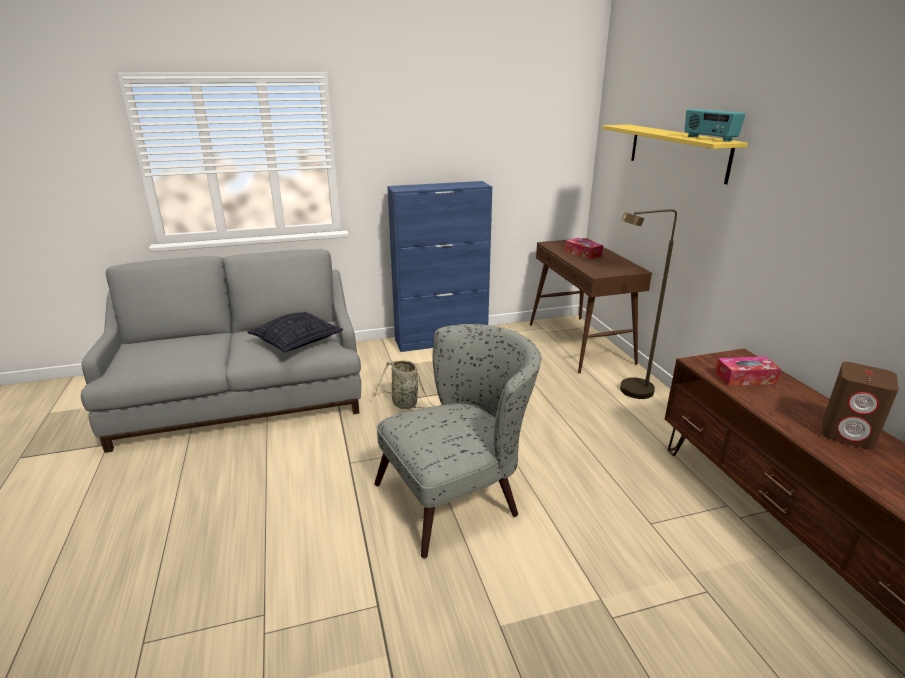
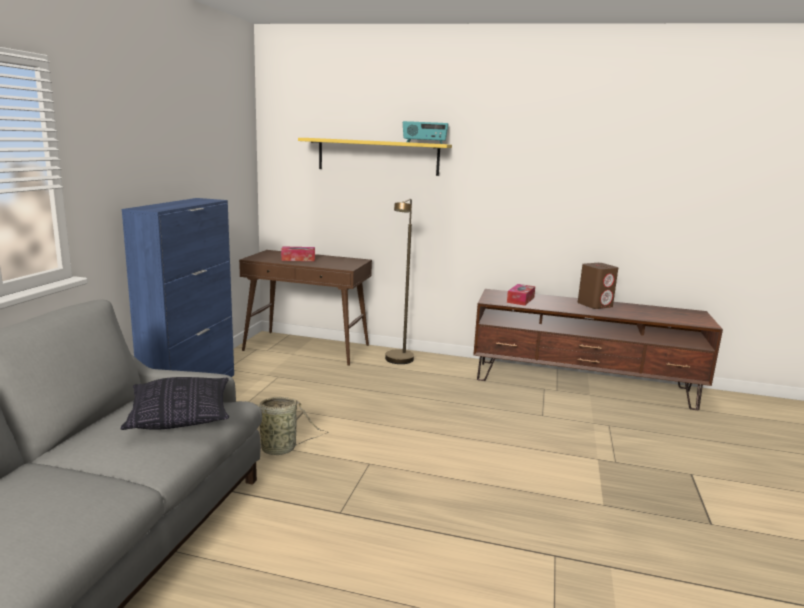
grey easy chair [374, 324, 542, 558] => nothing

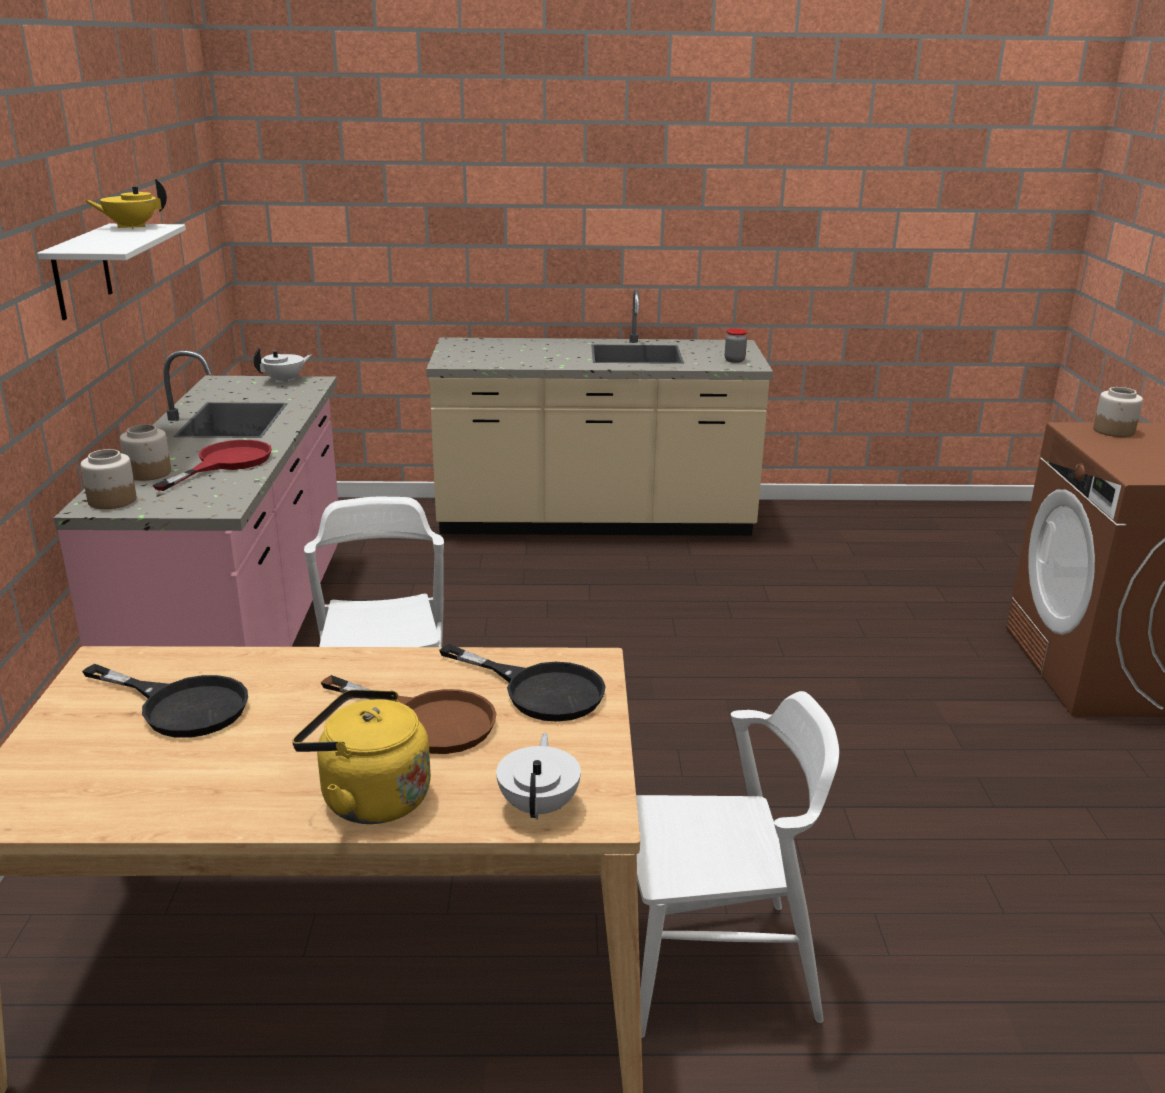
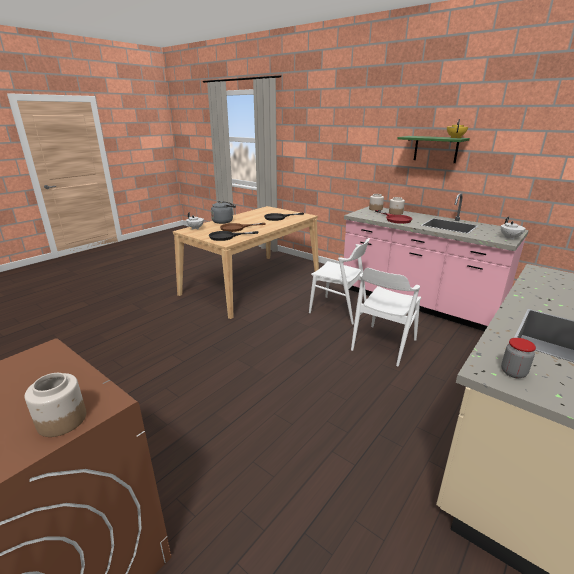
whitish wall shelf [37, 224, 186, 320] => greenish wall shelf [397, 136, 470, 163]
yellow tea kettle [292, 689, 431, 824] => grey tea kettle [211, 201, 236, 224]
whitish plain chair [636, 691, 839, 1038] => whitish plain chair [351, 268, 421, 366], move

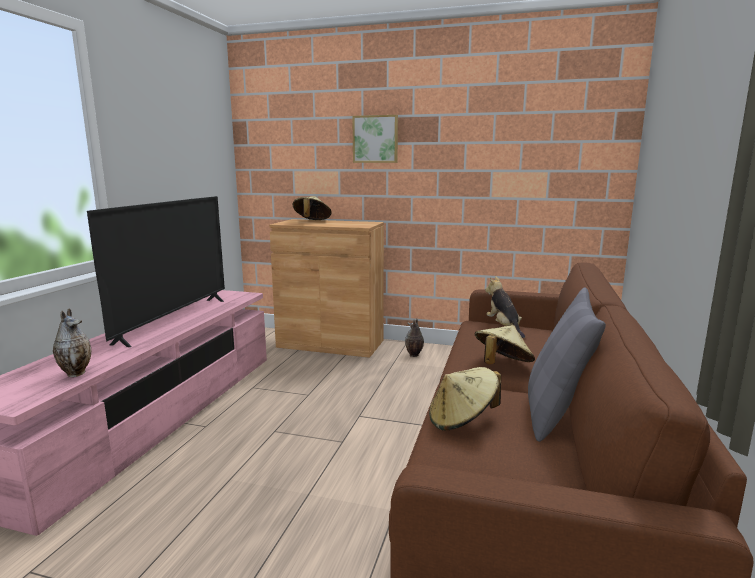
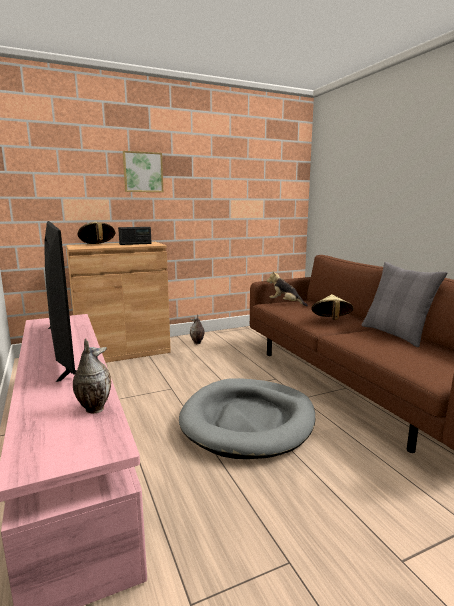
sand-coloured hat [429, 367, 501, 431] => nothing
nothing => radio receiver [118, 227, 152, 245]
nothing => grey pet bed [179, 378, 315, 459]

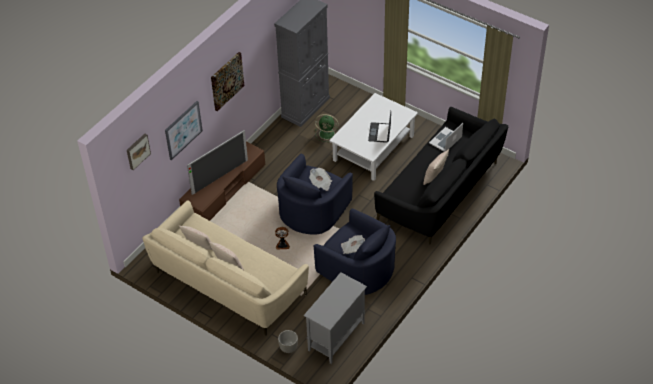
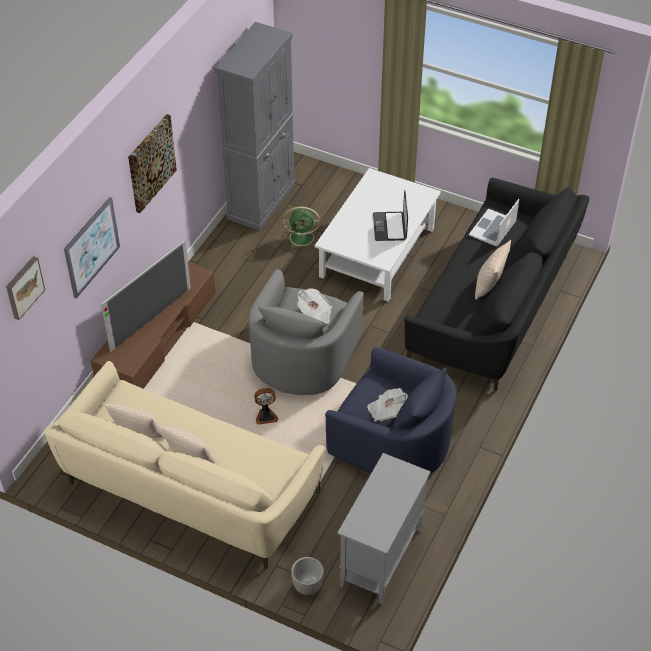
bluish easy chair [277, 154, 353, 235] => grey easy chair [248, 269, 364, 395]

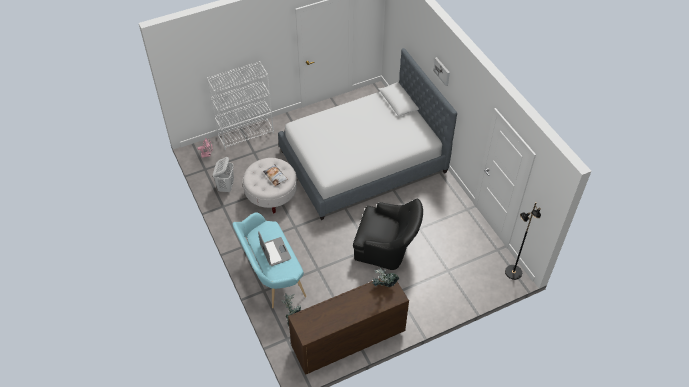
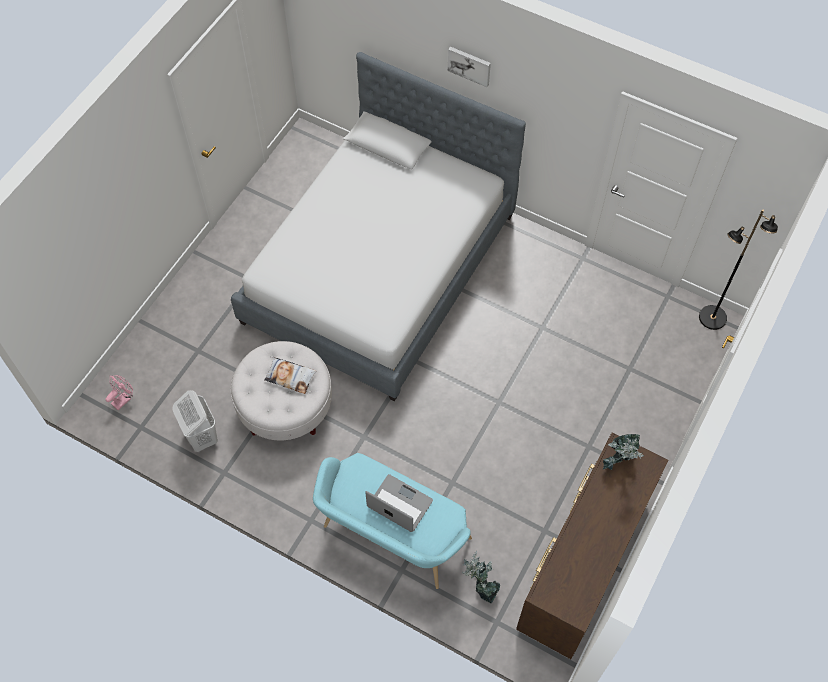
whitish bookshelf [207, 61, 274, 150] => nothing
black easy chair [353, 199, 423, 270] => nothing

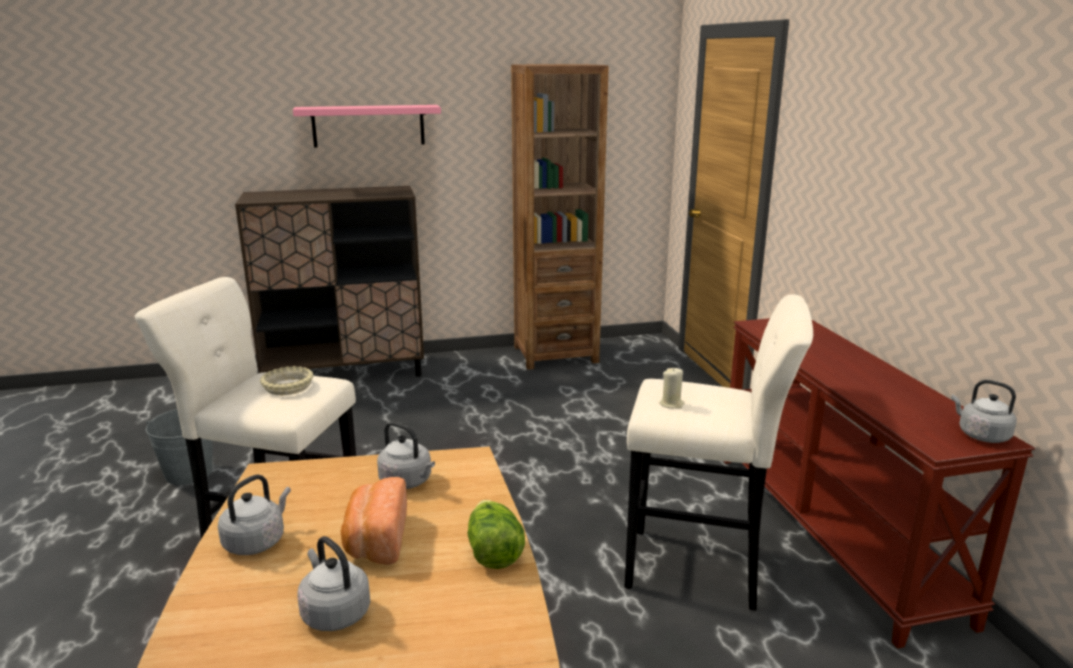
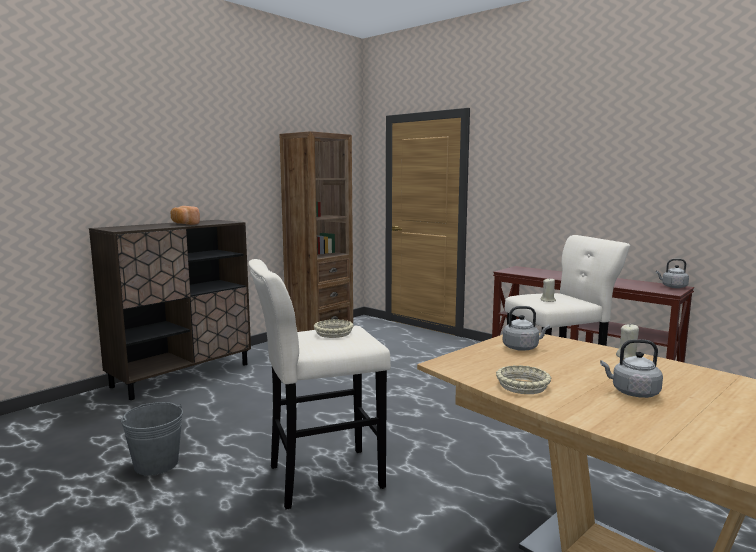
pink wall shelf [293, 105, 441, 147] => nothing
grey tea kettle [218, 474, 291, 555] => sand-coloured bowl [496, 365, 551, 394]
bakery bread [341, 477, 407, 565] => bakery bread [171, 206, 200, 225], move
lettuce head [467, 500, 525, 569] => sand-coloured wax candle [616, 324, 639, 359]

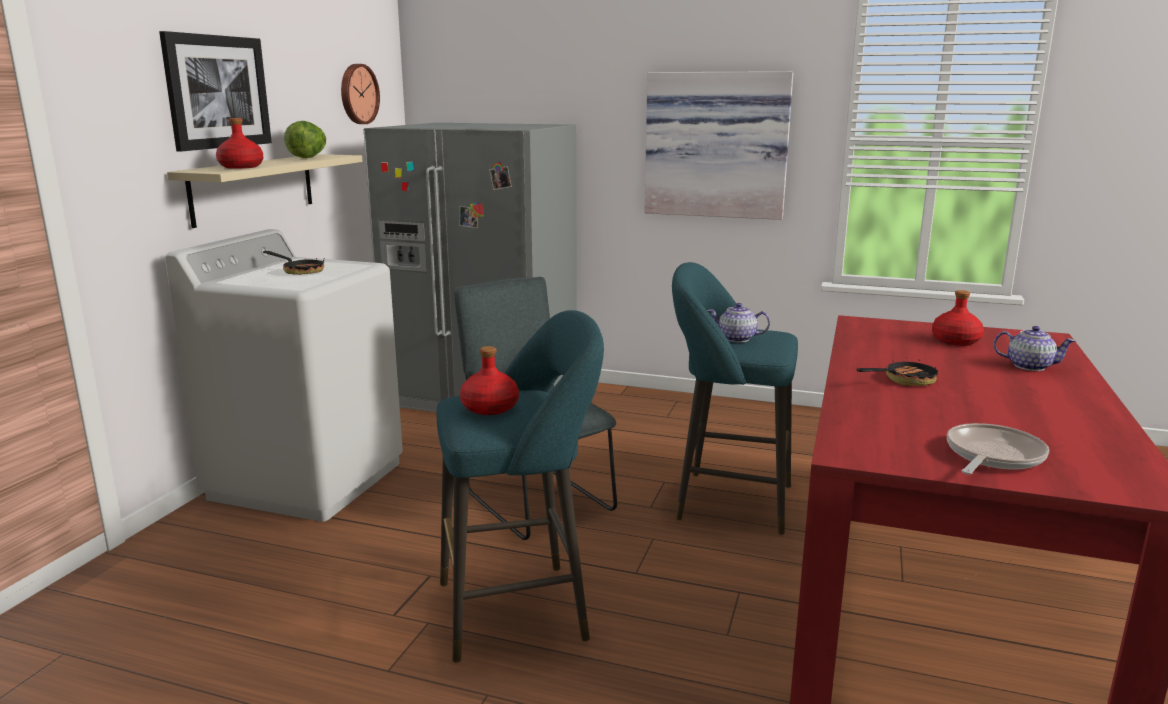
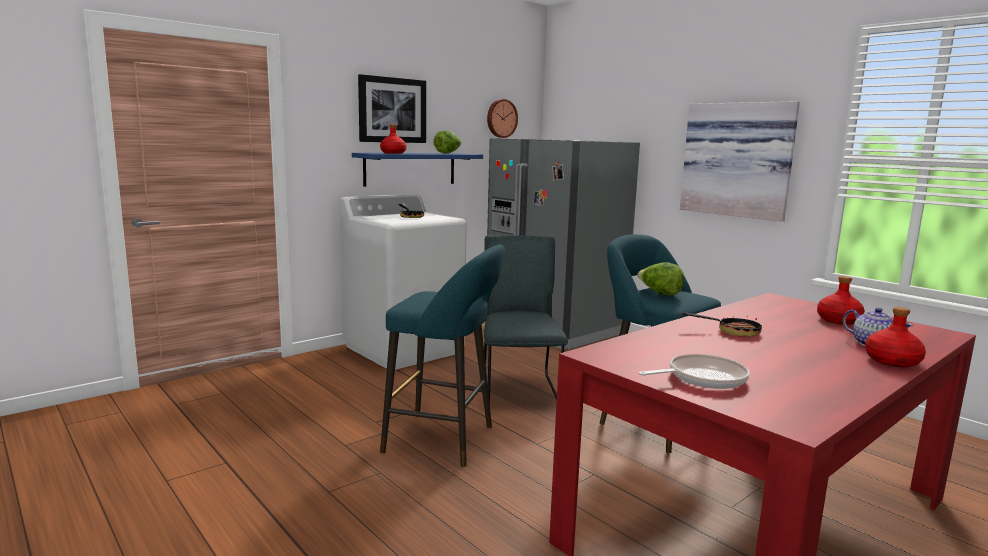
sand-coloured wall shelf [167, 154, 363, 228] => bluish wall shelf [352, 153, 483, 187]
teapot [707, 303, 770, 342] => lettuce head [637, 262, 684, 296]
red drink bottle [460, 346, 519, 415] => red drink bottle [865, 307, 926, 367], move

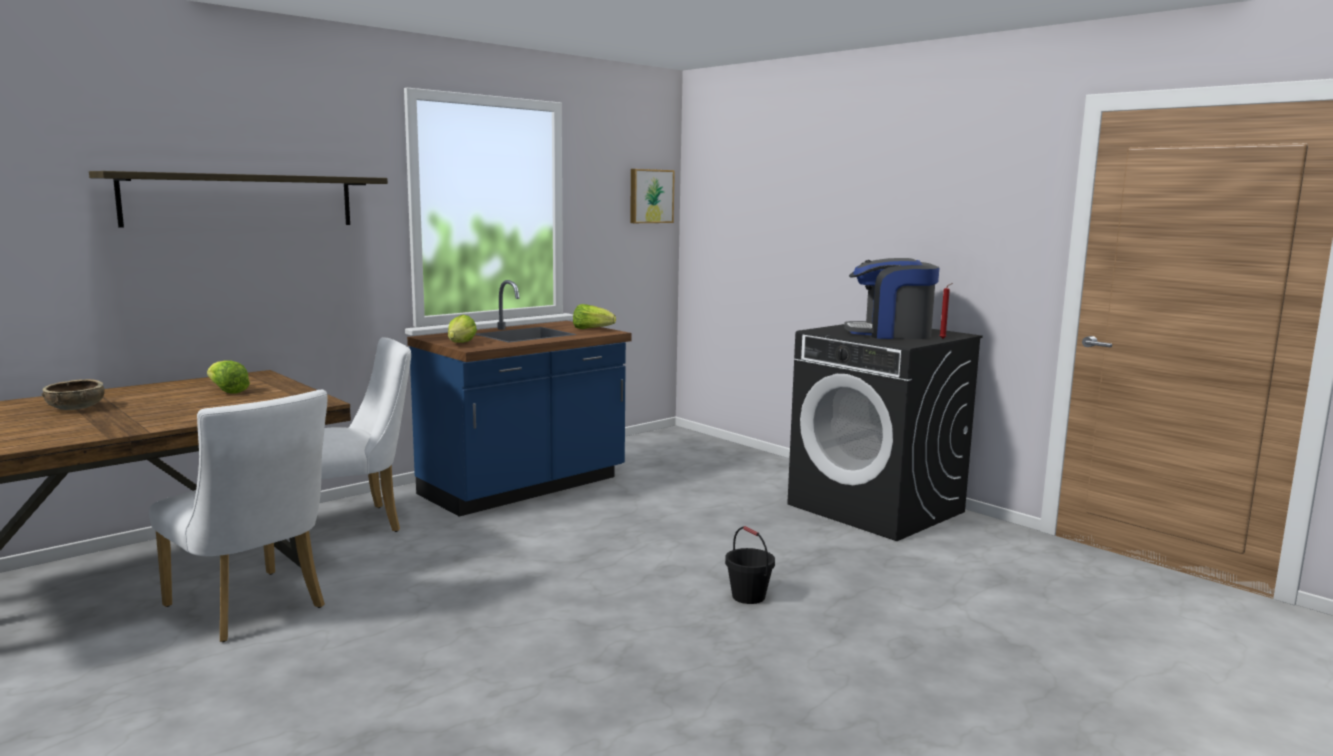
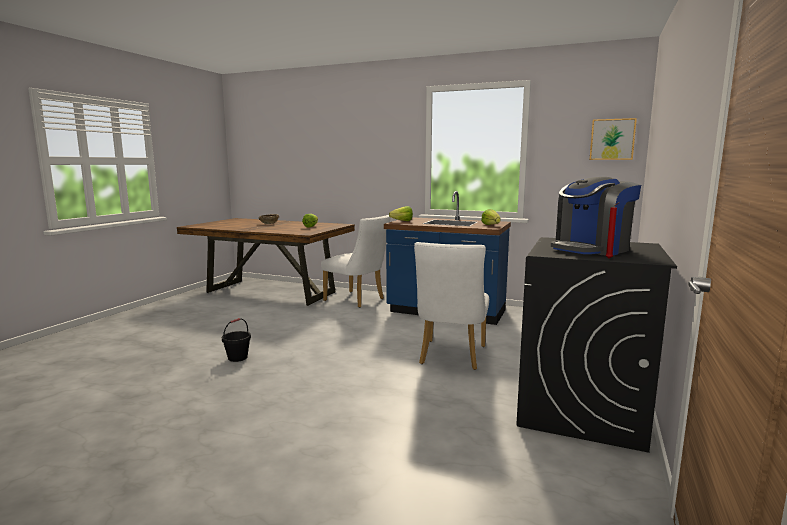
wall shelf [89, 171, 388, 228] => nothing
coffee maker [844, 258, 939, 339] => coffee maker [551, 177, 641, 255], 105 degrees counterclockwise
whitish plain chair [149, 390, 328, 642] => whitish plain chair [414, 242, 489, 370], move
black water bucket [725, 526, 775, 604] => black water bucket [222, 318, 251, 362], move

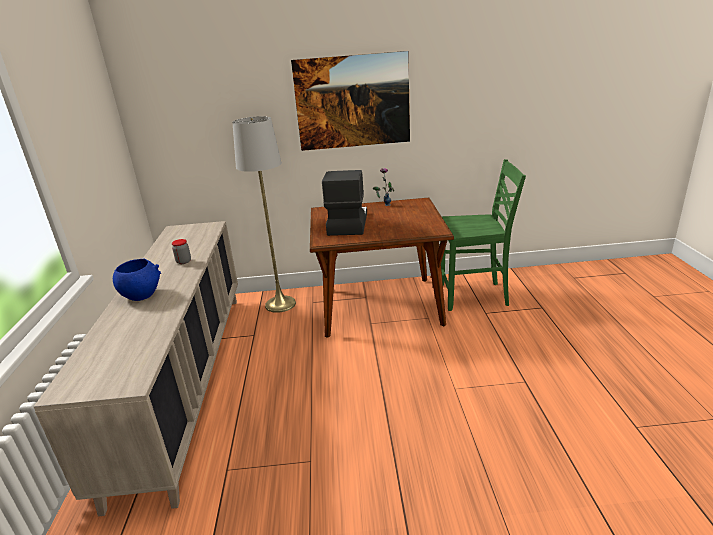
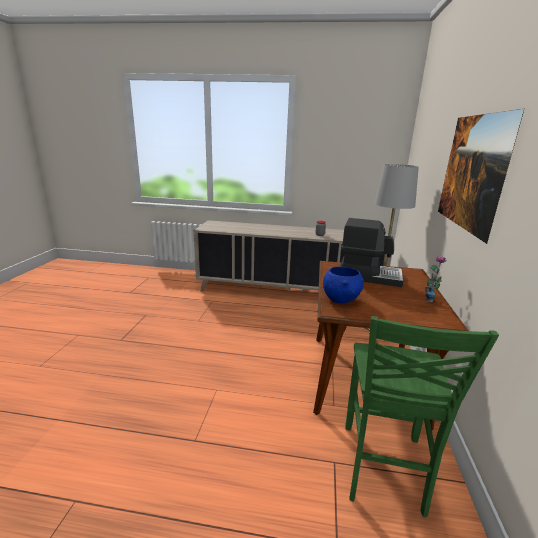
bluish bowl [113, 259, 161, 301] => bluish bowl [323, 267, 364, 304], move

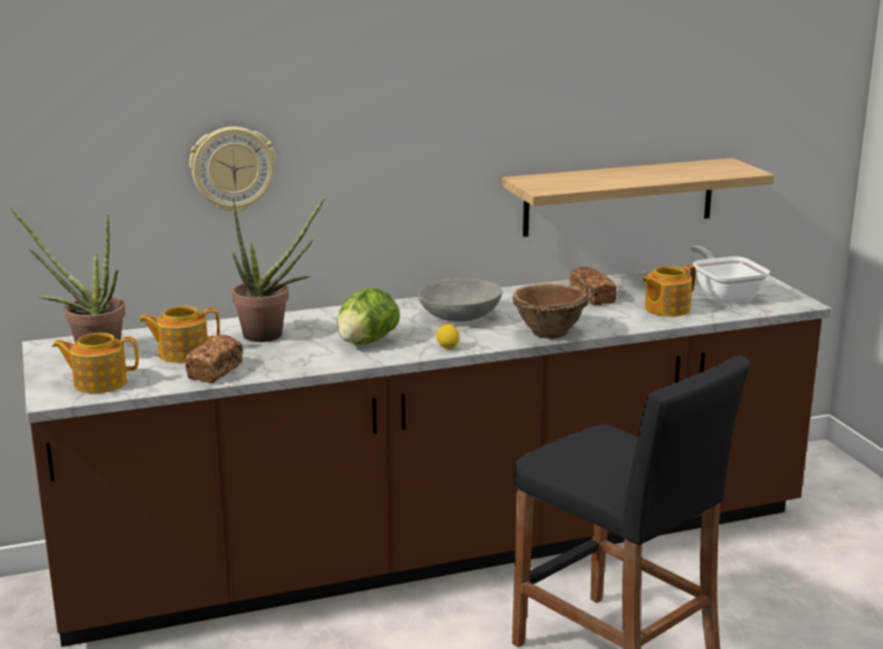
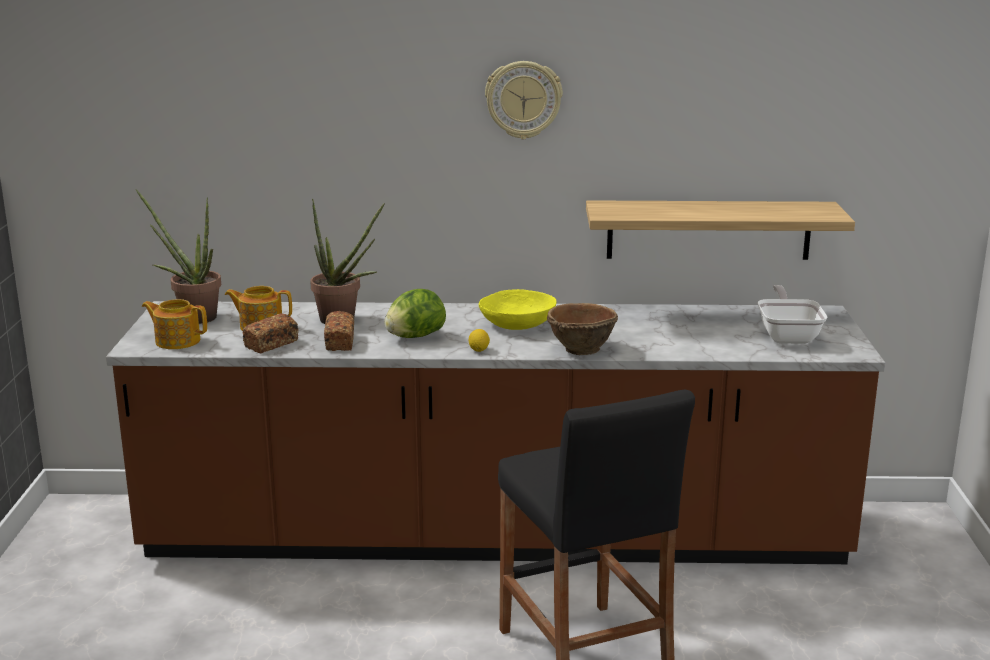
hanging clock [189, 127, 276, 212] => hanging clock [485, 61, 563, 139], move
teapot [642, 264, 696, 317] => nothing
bakery bread [569, 267, 617, 305] => bakery bread [324, 311, 354, 351], move
grey bowl [418, 278, 503, 322] => yellow bowl [479, 289, 557, 330]

